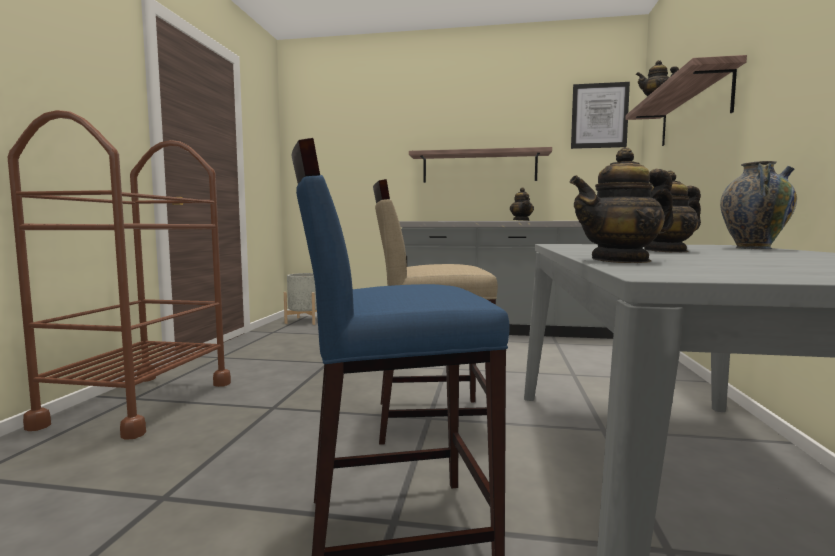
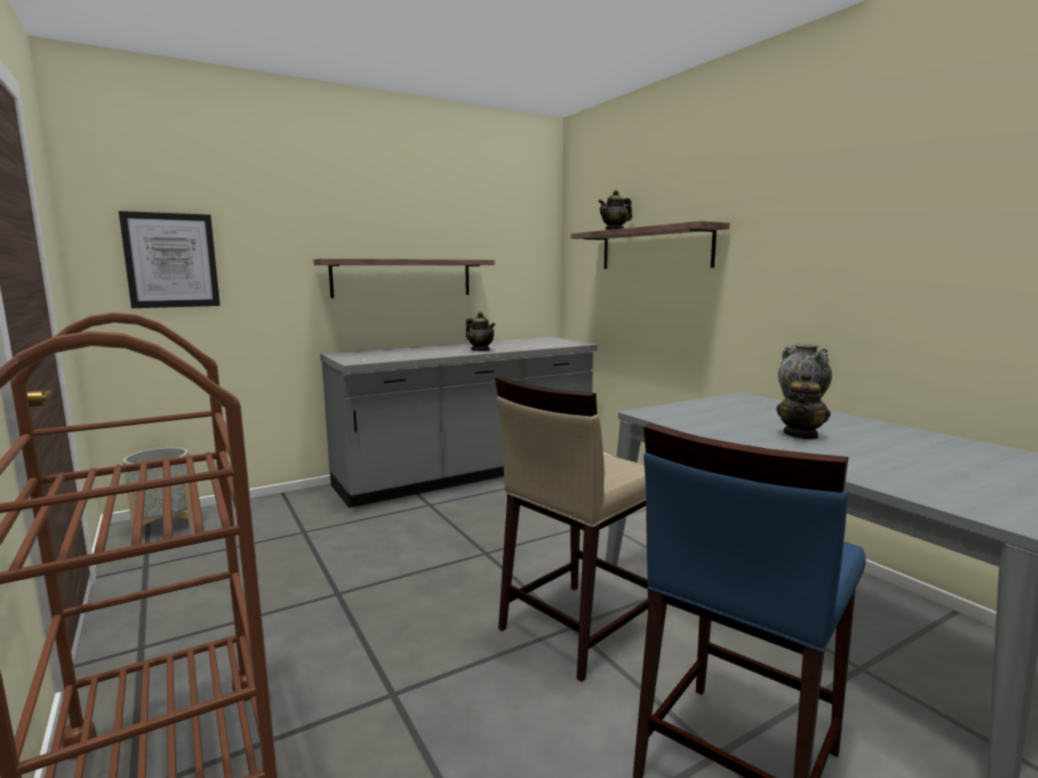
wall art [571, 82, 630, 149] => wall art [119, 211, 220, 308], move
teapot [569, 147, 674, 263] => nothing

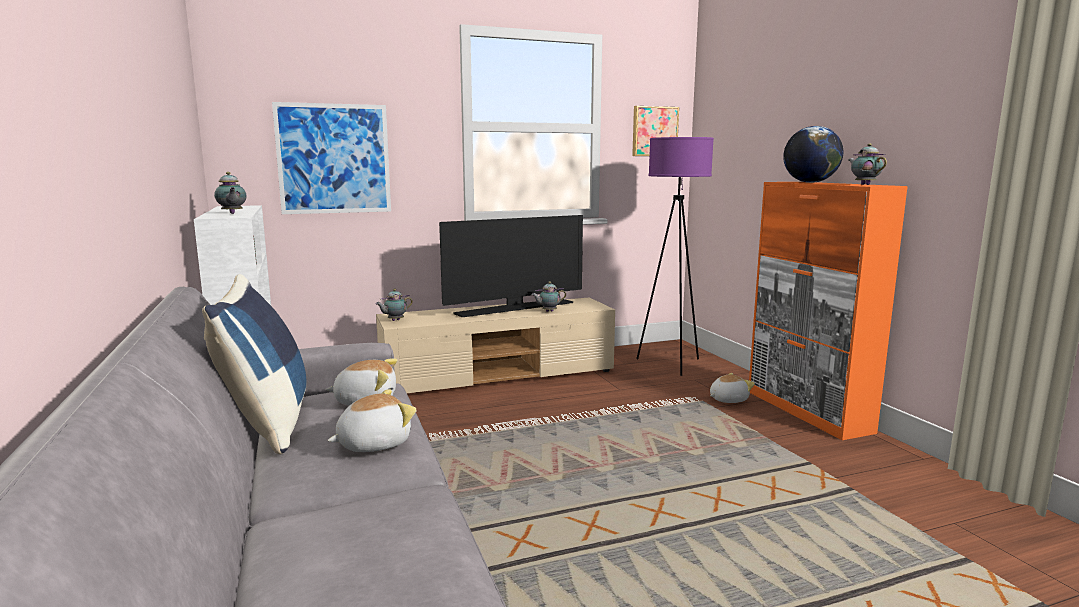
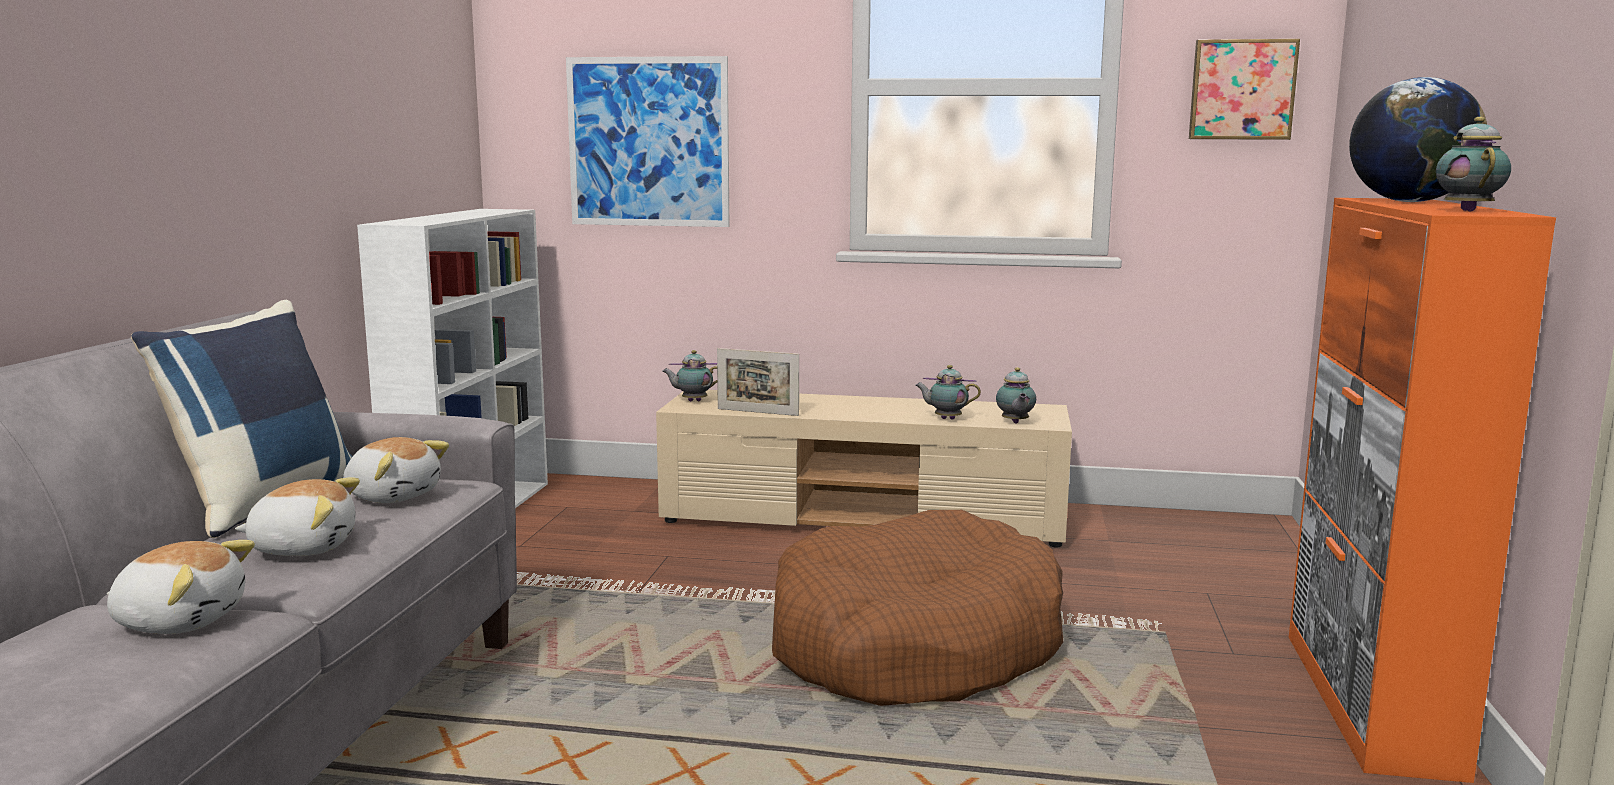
purplish floor lamp [636, 137, 714, 376] => nothing
teapot [214, 172, 247, 214] => teapot [996, 367, 1036, 423], move
television [439, 215, 583, 317] => nothing
cuddly toy [710, 373, 755, 403] => cuddly toy [107, 540, 255, 634], move
nothing => photo frame [717, 348, 799, 416]
nothing => brown pet bed [772, 510, 1063, 706]

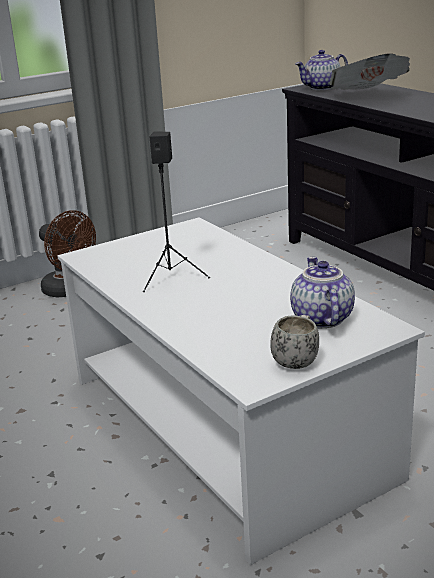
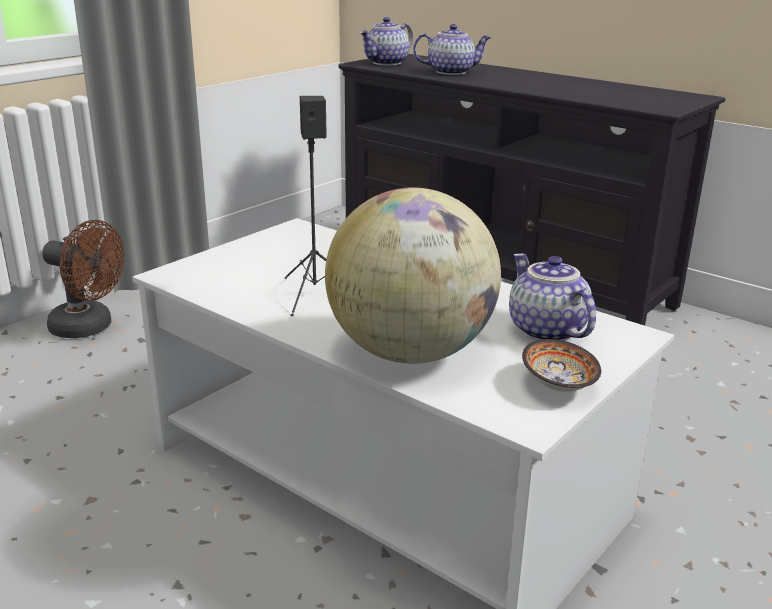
printed paper [330, 53, 410, 90] => teapot [413, 24, 492, 75]
whitish mug [270, 315, 319, 369] => bowl [522, 339, 601, 392]
nothing => world globe [325, 187, 501, 364]

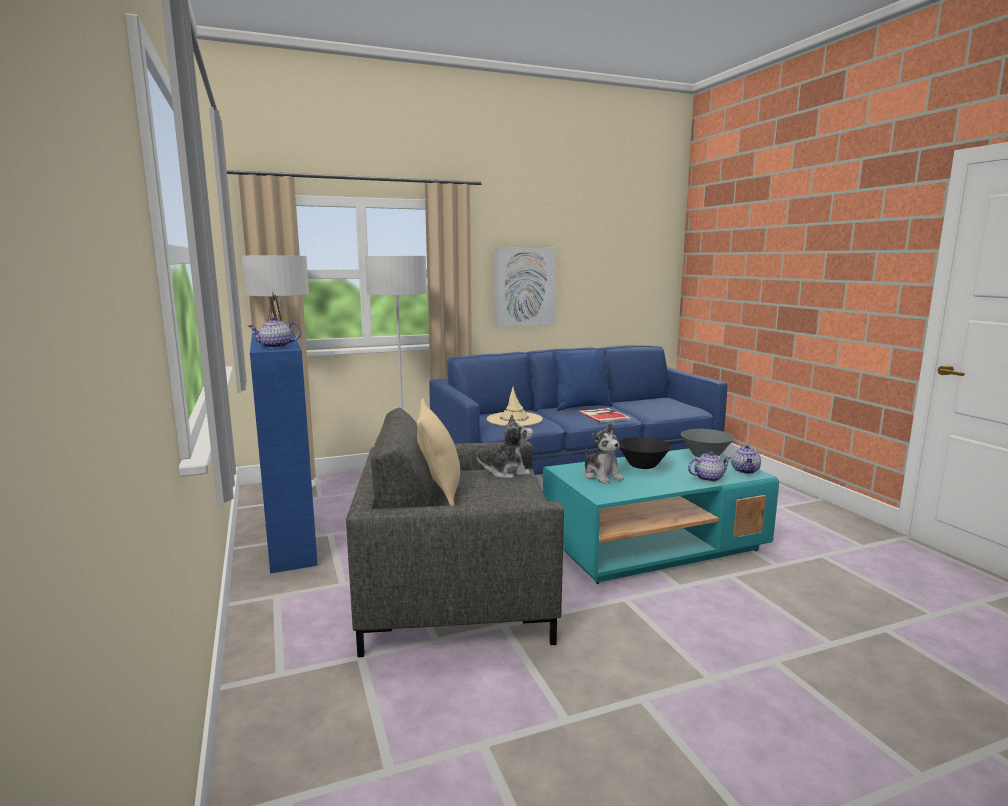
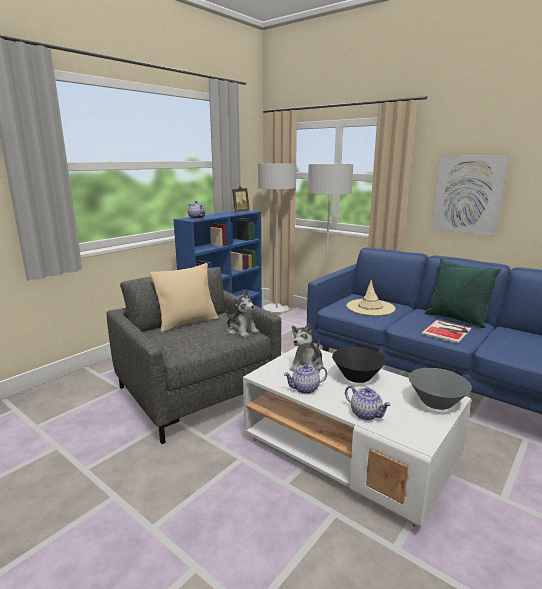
bluish throw pillow [552, 349, 613, 411] => greenish throw pillow [425, 258, 501, 328]
teapot [731, 445, 761, 474] => teapot [284, 364, 327, 394], move
blue-green low table [543, 448, 779, 584] => whitish low table [243, 346, 471, 527]

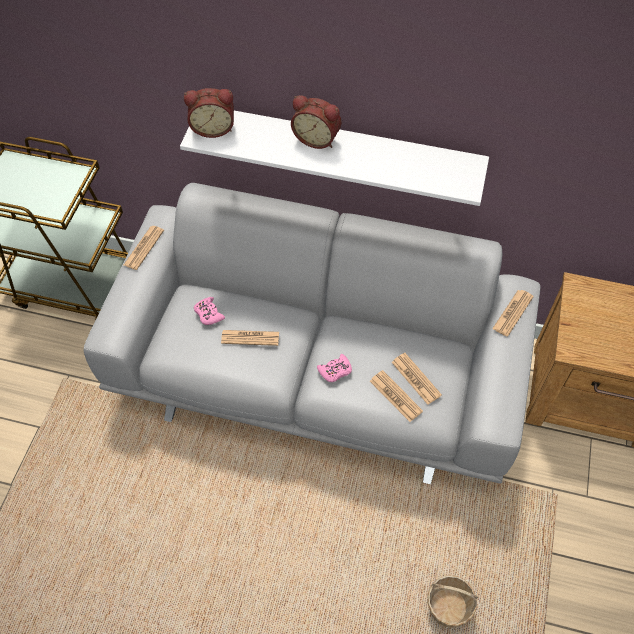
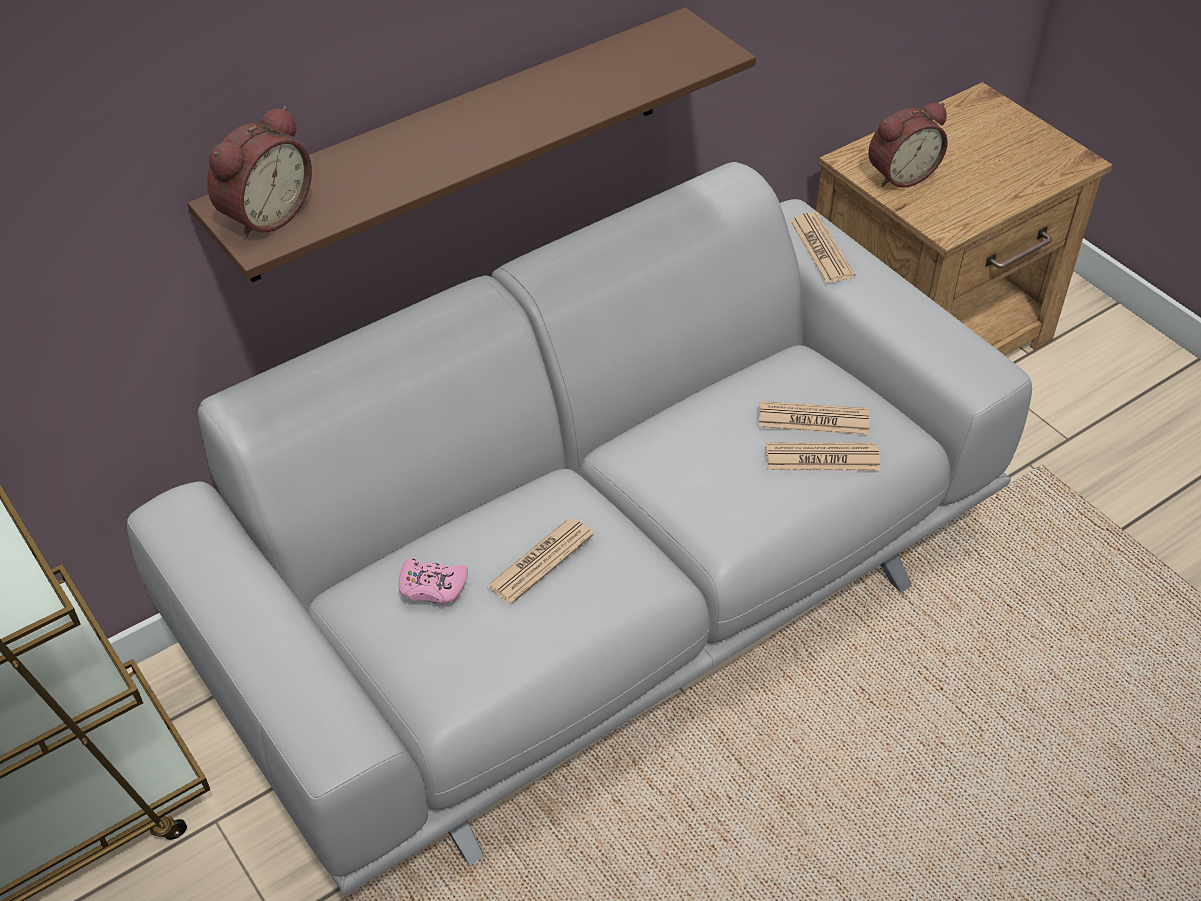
alarm clock [291, 95, 341, 149] => alarm clock [868, 102, 948, 188], move
whitish wall shelf [180, 111, 489, 206] => brown wall shelf [187, 7, 756, 282]
printed paper [124, 226, 164, 270] => nothing
pink joypad [317, 354, 352, 382] => nothing
household basket [428, 575, 478, 627] => nothing

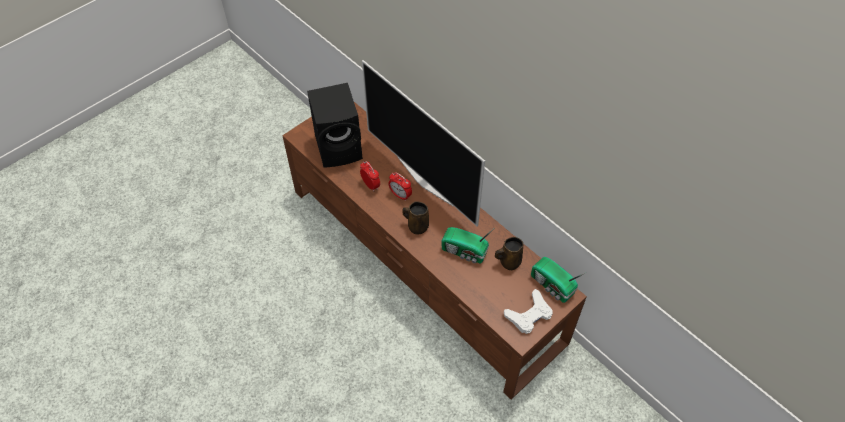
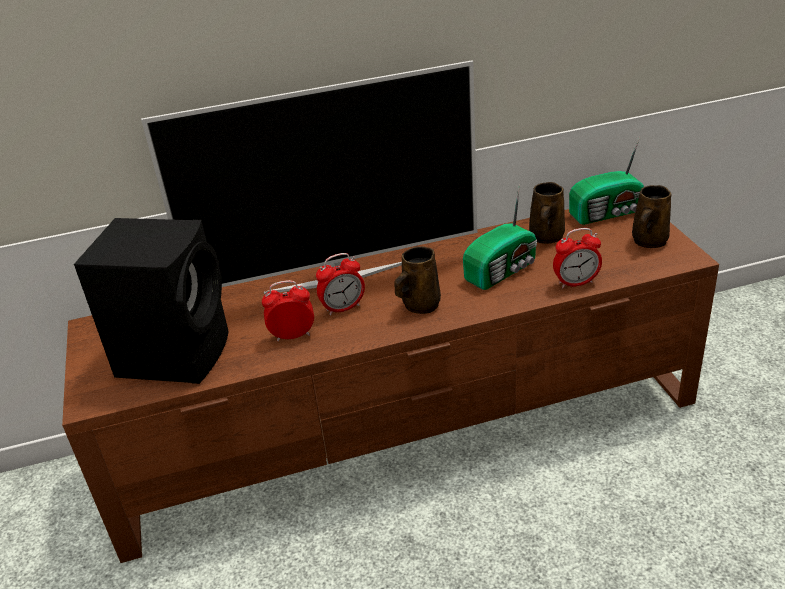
whitish joypad [504, 289, 553, 334] => brown mug [632, 185, 671, 248]
nothing => alarm clock [553, 228, 602, 288]

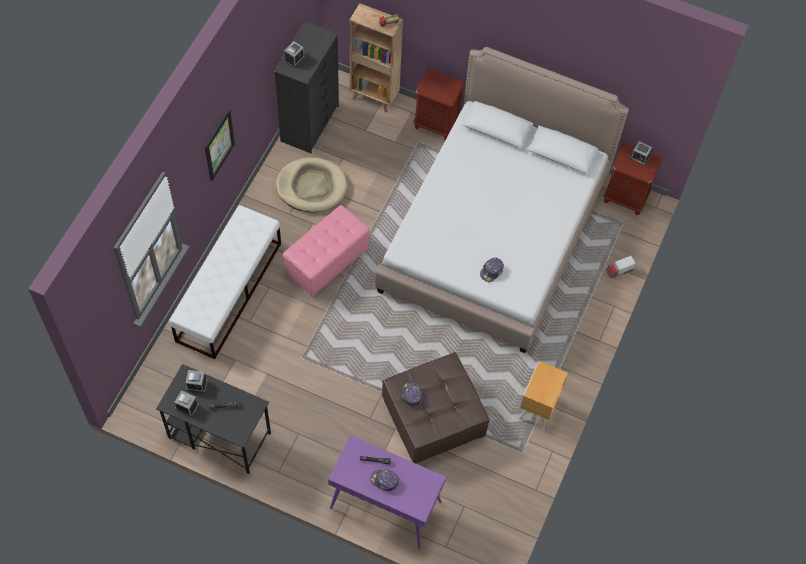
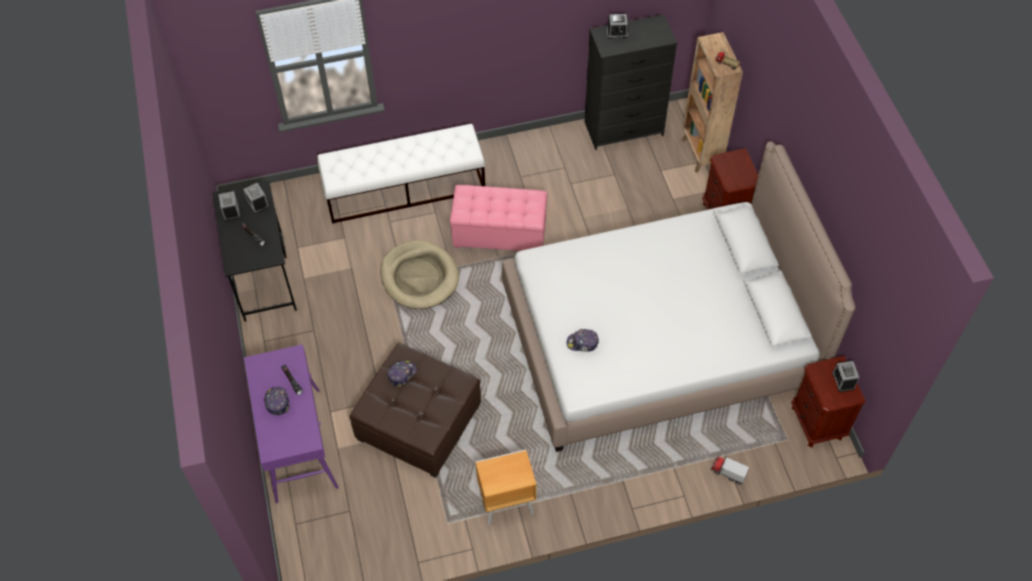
wall art [205, 110, 235, 181] => nothing
sand-coloured pet bed [276, 157, 347, 213] => sand-coloured pet bed [380, 240, 459, 309], move

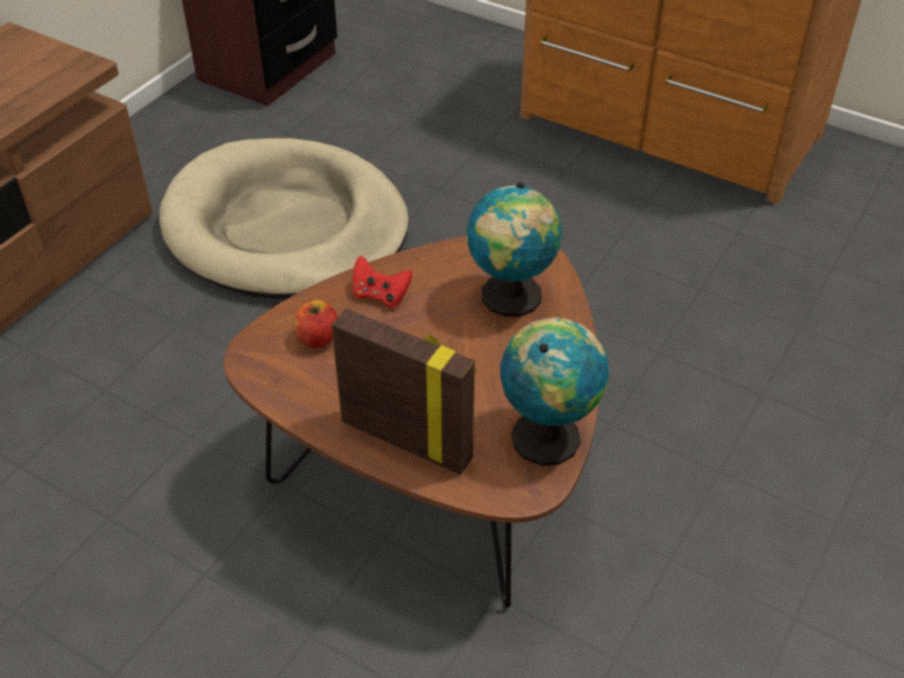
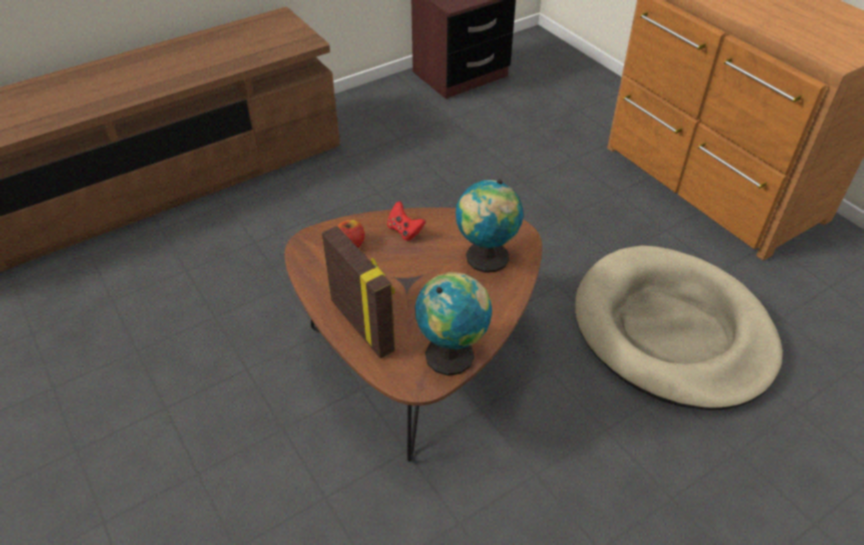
sand-coloured pet bed [159, 138, 409, 299] => sand-coloured pet bed [575, 246, 783, 410], move

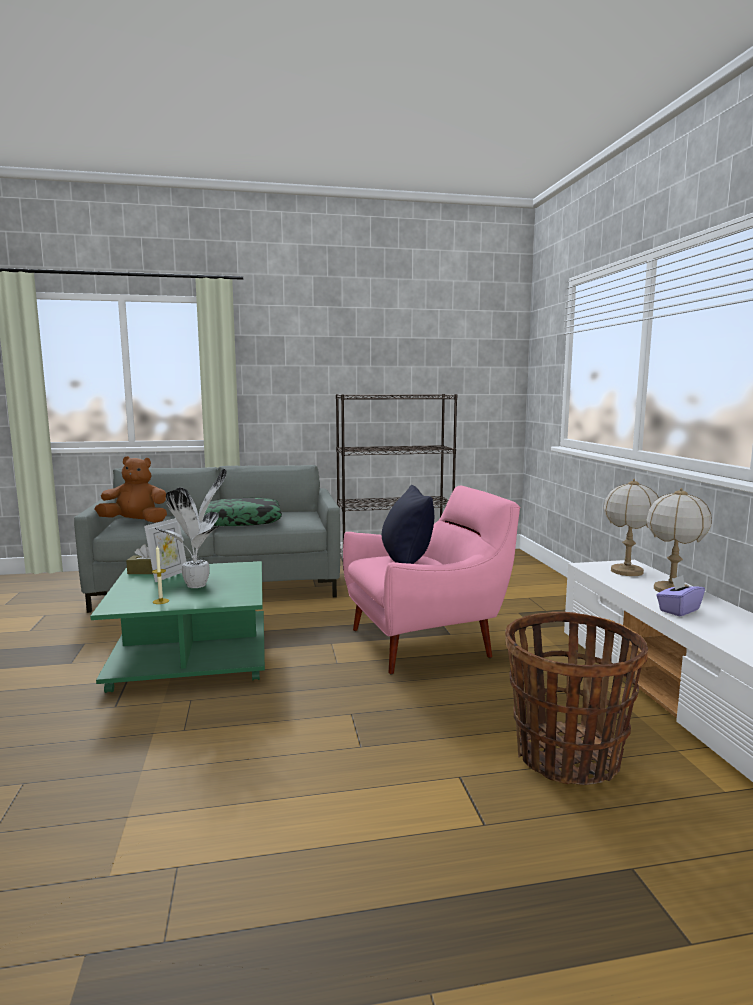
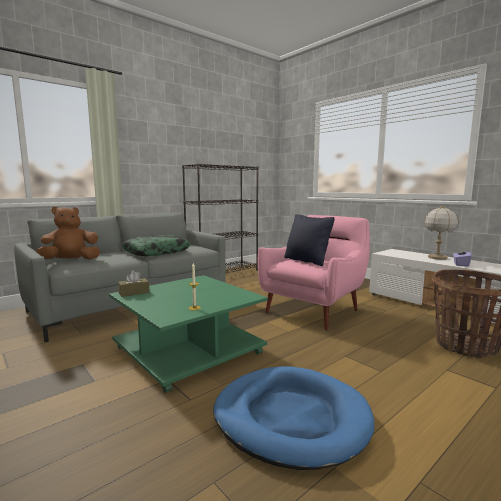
potted plant [155, 469, 227, 588] => nothing
tabletop lamp [604, 479, 659, 576] => nothing
photo frame [144, 518, 187, 582] => nothing
nothing => bluish pet bed [213, 366, 374, 470]

